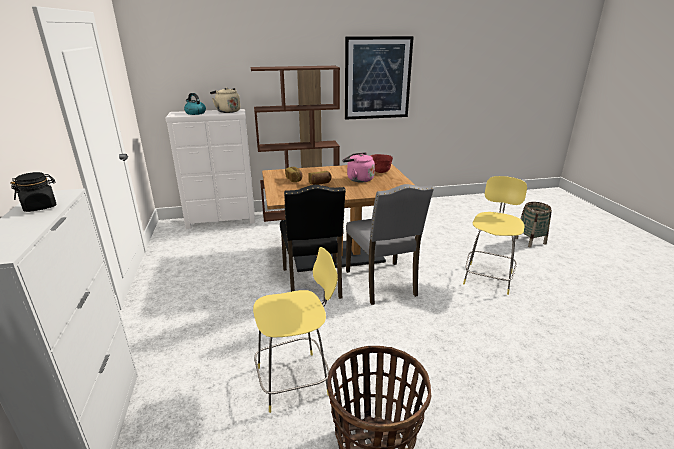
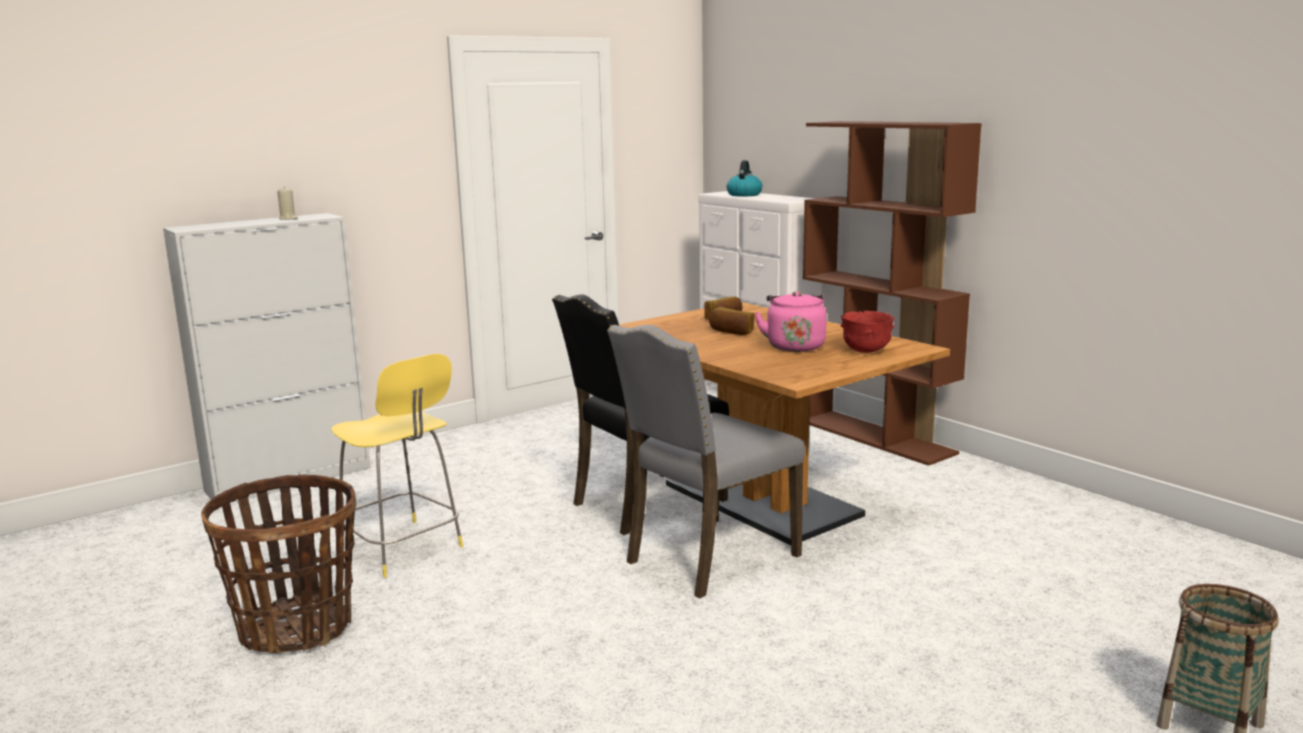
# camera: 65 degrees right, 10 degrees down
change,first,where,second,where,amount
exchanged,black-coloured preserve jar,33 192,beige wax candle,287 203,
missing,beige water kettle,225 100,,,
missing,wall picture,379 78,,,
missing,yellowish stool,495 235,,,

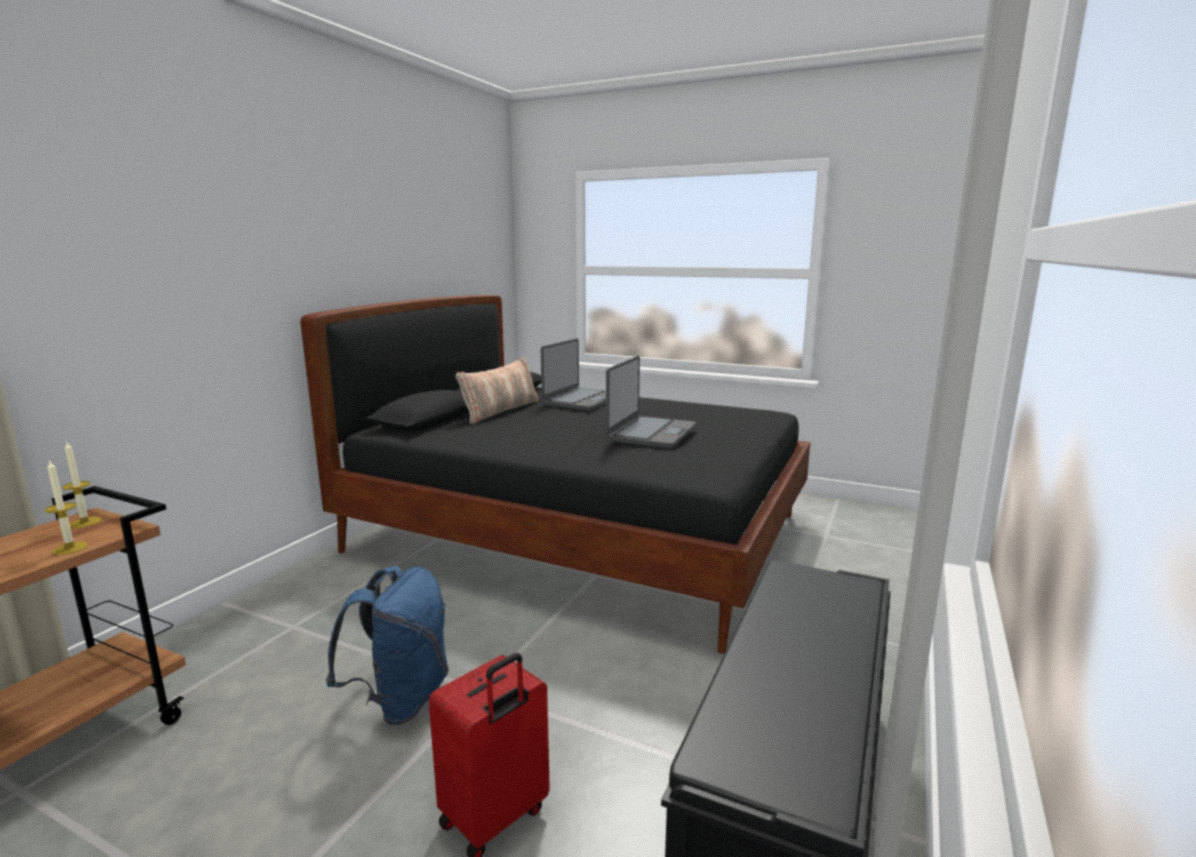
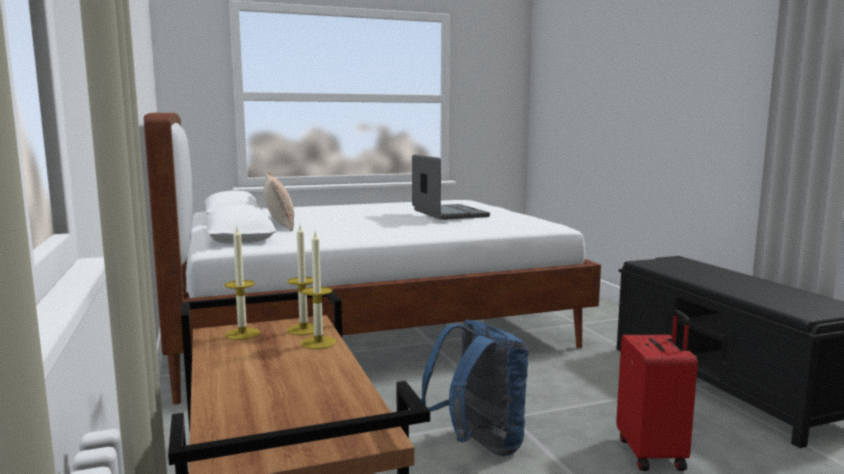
# camera: 45 degrees left, 5 degrees down
change,first,where,second,where,amount
colour,black-coloured bed,555 474,whitish bed,372 258,
appeared,,,wax candle,300 280,
missing,notebook computer,573 374,,,

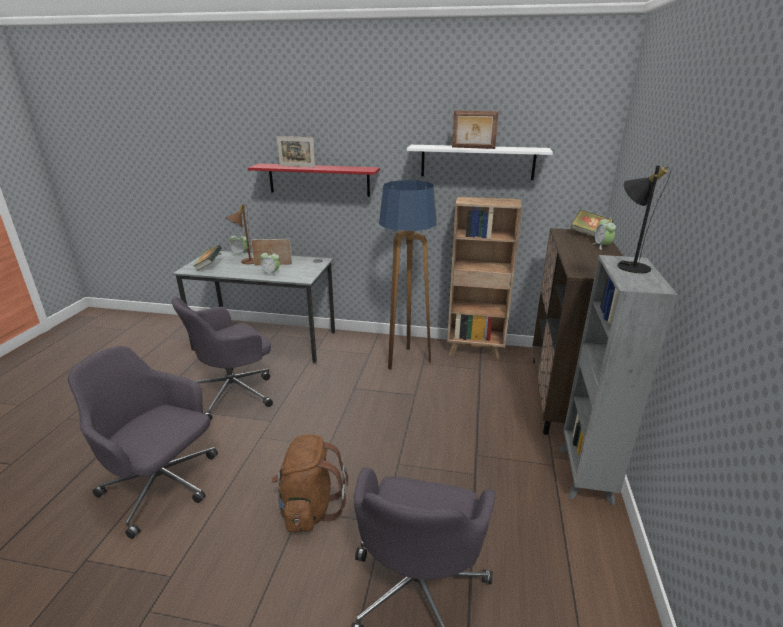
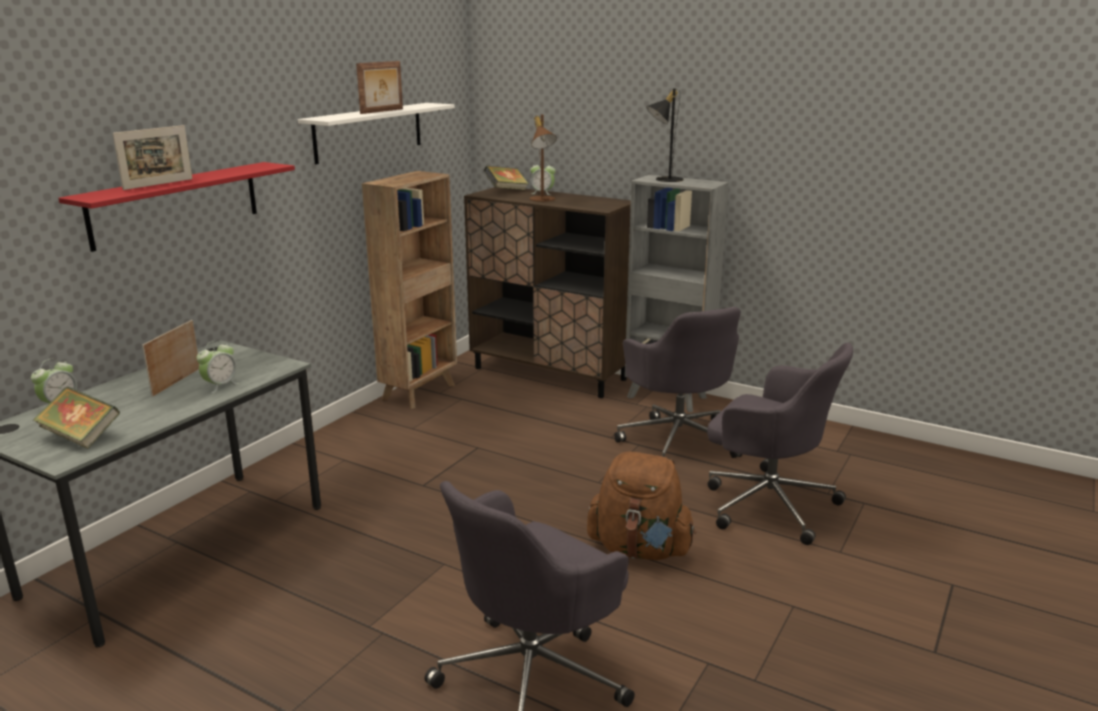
# camera: 70 degrees left, 5 degrees down
change,first,where,second,where,amount
relocated,brown-coloured lamp for a table,240 234,,543 158,
relocated,greyish computer chair,222 358,,678 383,
missing,standard lamp,408 275,,,

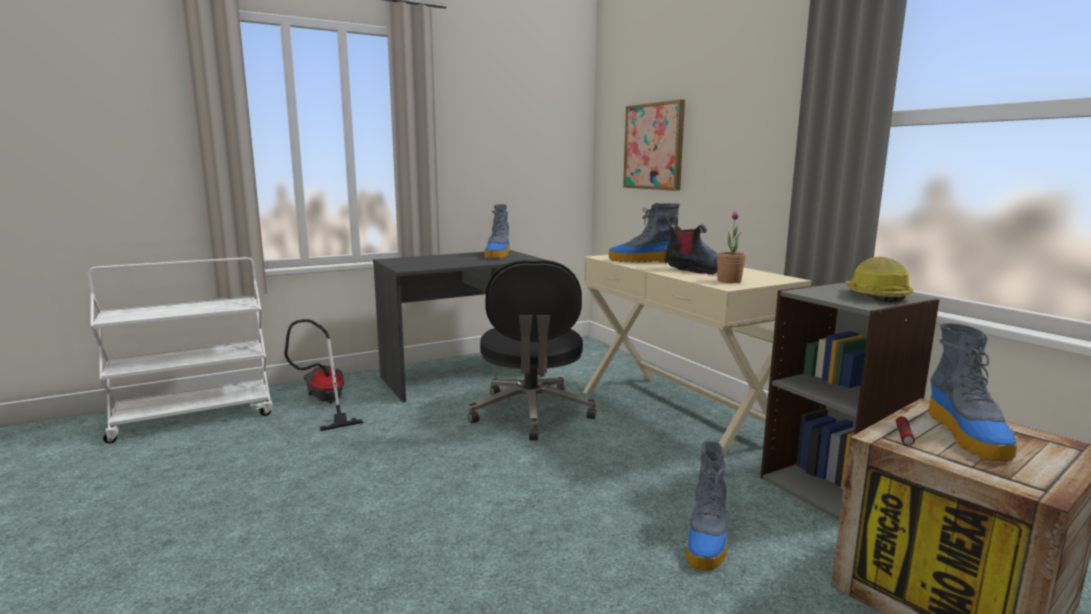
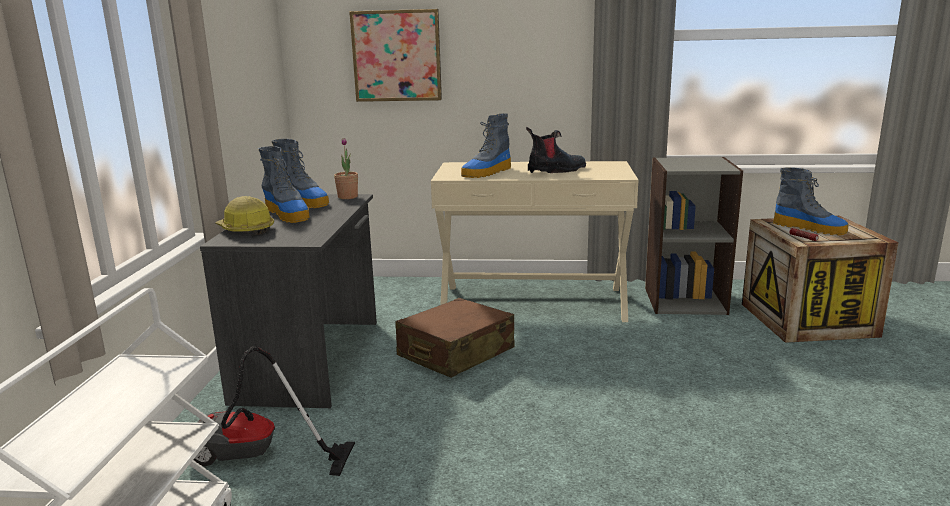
# camera: 55 degrees left, 5 degrees up
change,first,where,second,where,amount
relocated,hard hat,878 280,,244 215,
relocated,tall boot,706 506,,284 184,
relocated,potted plant,731 247,,346 168,
exchanged,black-coloured computer chair,532 350,brown-coloured piece of luggage,455 338,

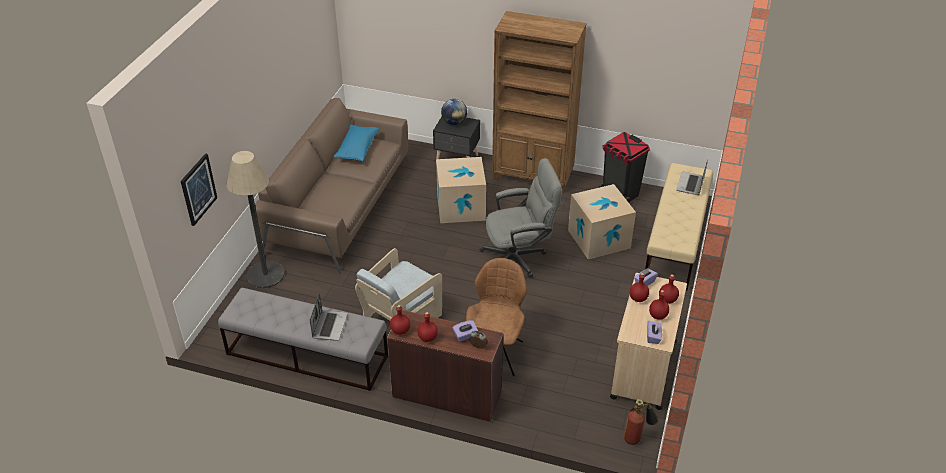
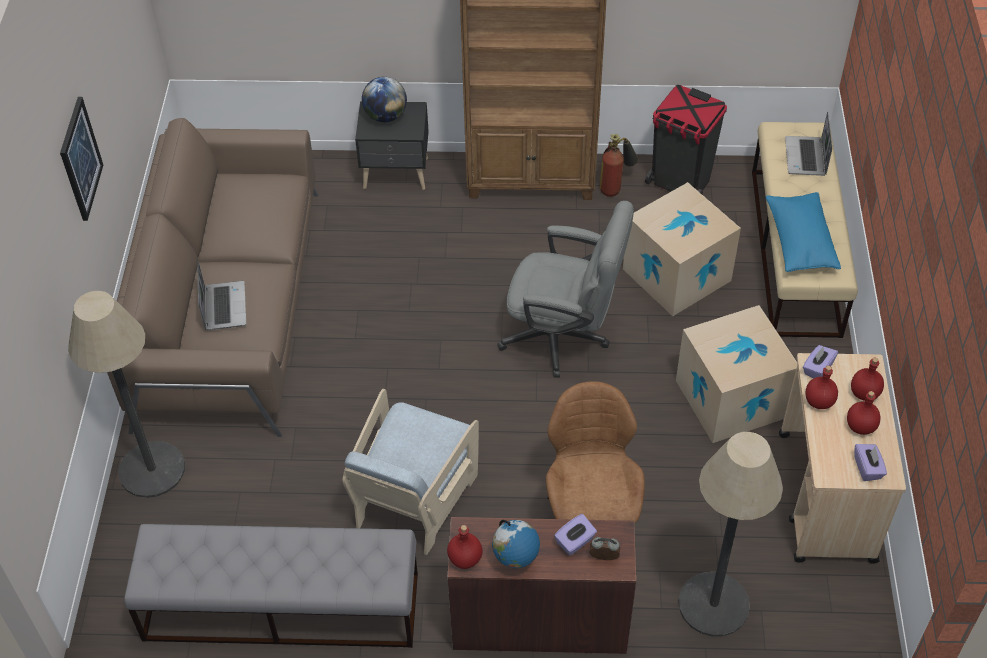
# camera: 15 degrees left, 10 degrees up
change,first,where,second,where,amount
relocated,wall picture,199 189,,81 159,
relocated,notebook computer,329 317,,221 295,
exchanged,red-coloured beverage bottle,427 327,globe,516 544,
spun,greyish computer chair,521 218,,565 289,45 degrees clockwise
relocated,extinguisher,641 422,,619 165,
relocated,carton,461 190,,736 374,
appeared,,,standard lamp,730 534,
relocated,bluish cushion,356 143,,803 232,

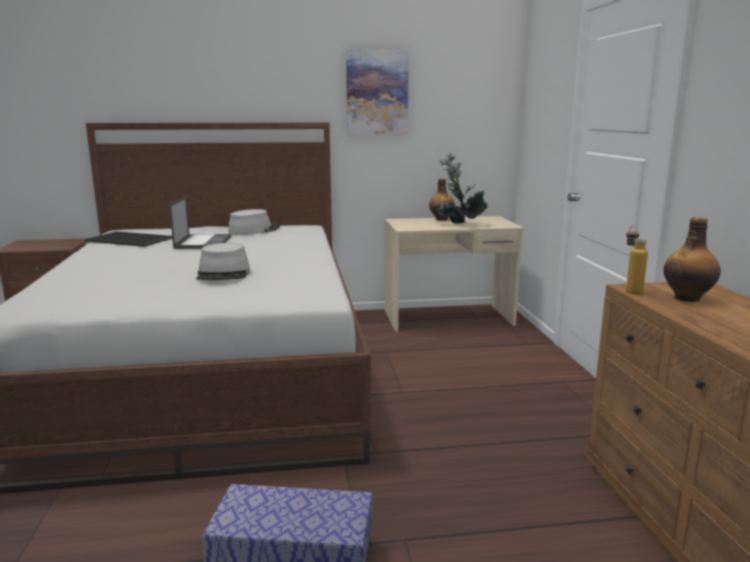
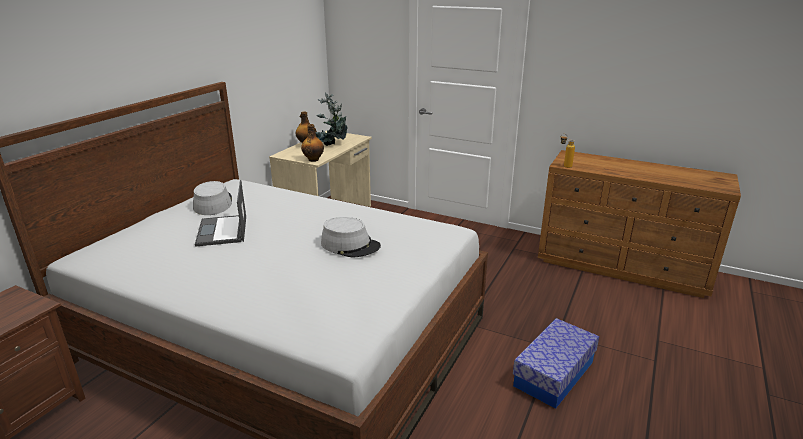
# camera: 55 degrees left, 10 degrees up
change,first,where,second,where,amount
spun,notebook computer,200 223,,220 213,135 degrees counterclockwise
relocated,beverage bottle,692 259,,312 143,
missing,carrying tray,128 239,,,
missing,wall picture,377 93,,,

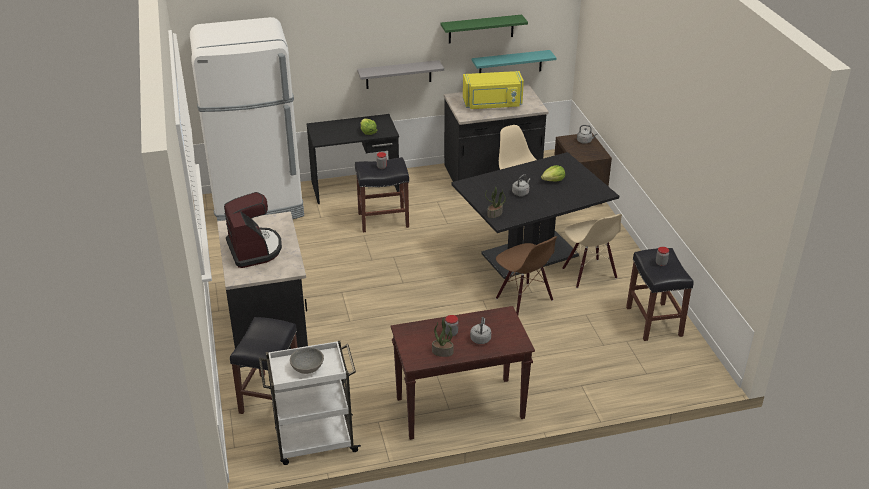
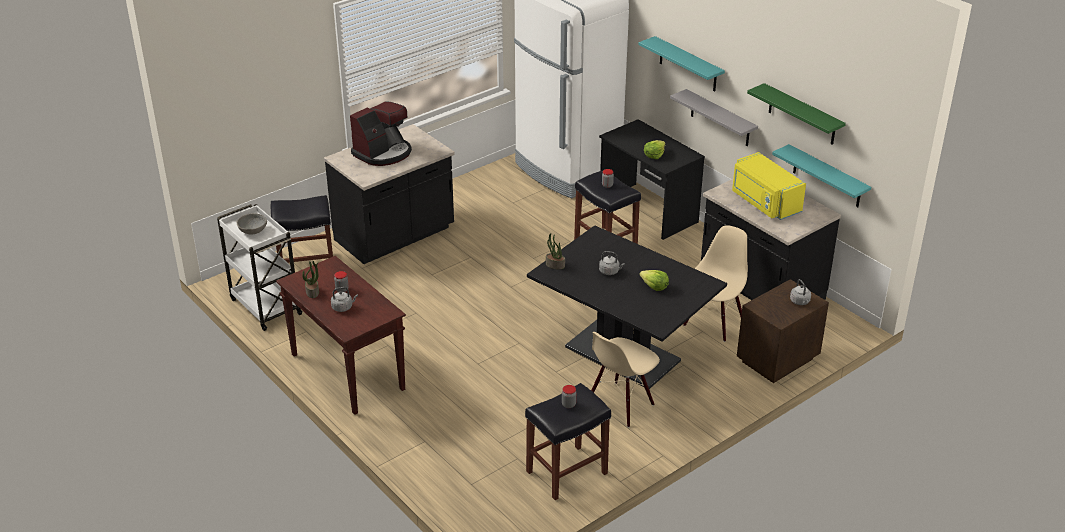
# camera: 65 degrees right, 0 degrees up
change,first,where,second,where,amount
appeared,,,turquoise wall shelf,681 63,
missing,brown-coloured chair,526 275,,,

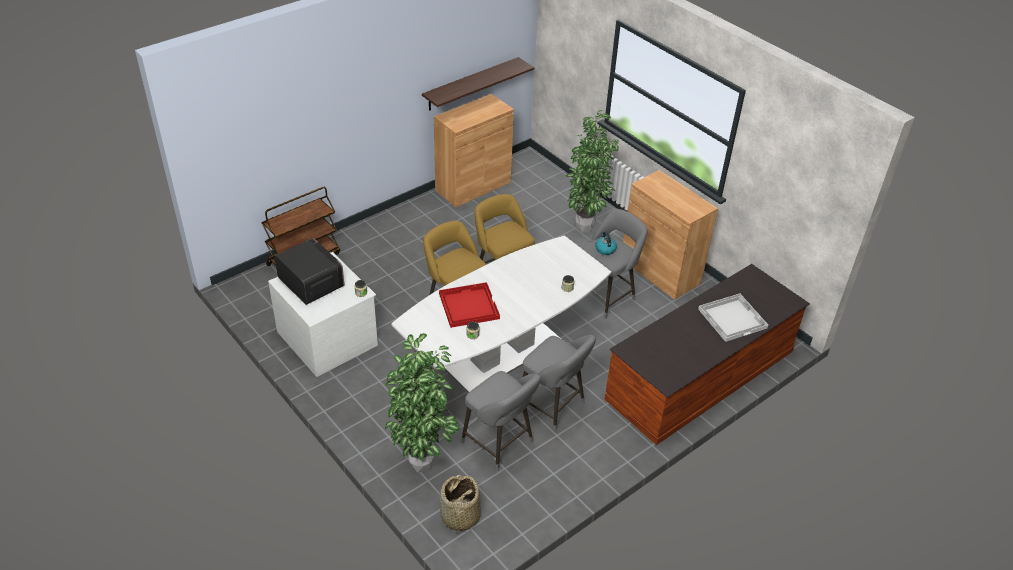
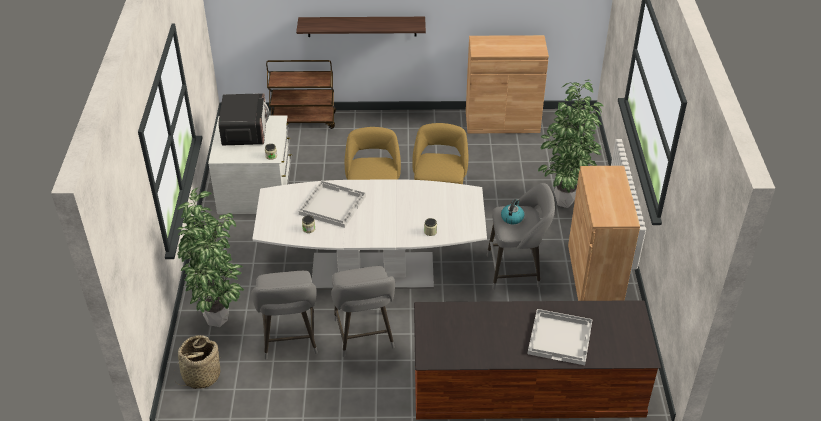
# camera: 40 degrees right, 0 degrees up
change,first,where,second,where,amount
relocated,wall shelf,478 84,,361 27,
colour,red-coloured carrying tray,469 305,whitish carrying tray,332 204,

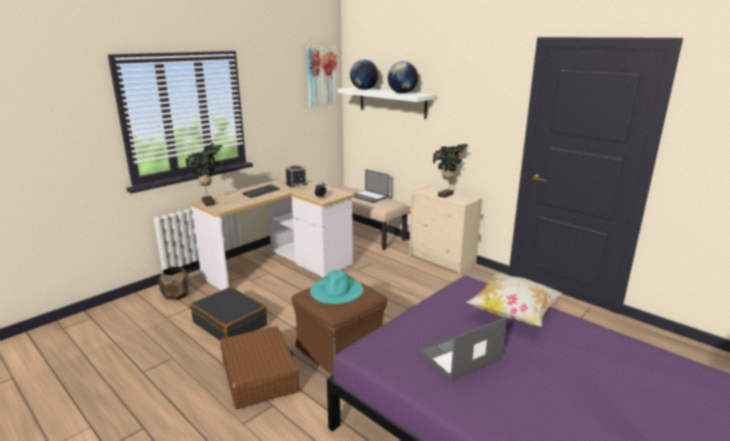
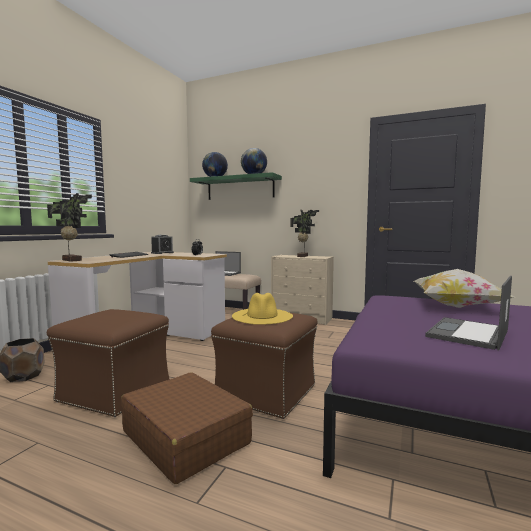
# camera: 20 degrees left, 15 degrees down
change,first,where,second,where,amount
exchanged,black-coloured piece of luggage,228 314,brown-coloured pouffe,108 363,
colour,whitish wall shelf,386 103,greenish wall shelf,236 186,
colour,turquoise clothing hat,336 287,yellowish clothing hat,262 309,
missing,wall picture,322 76,,,

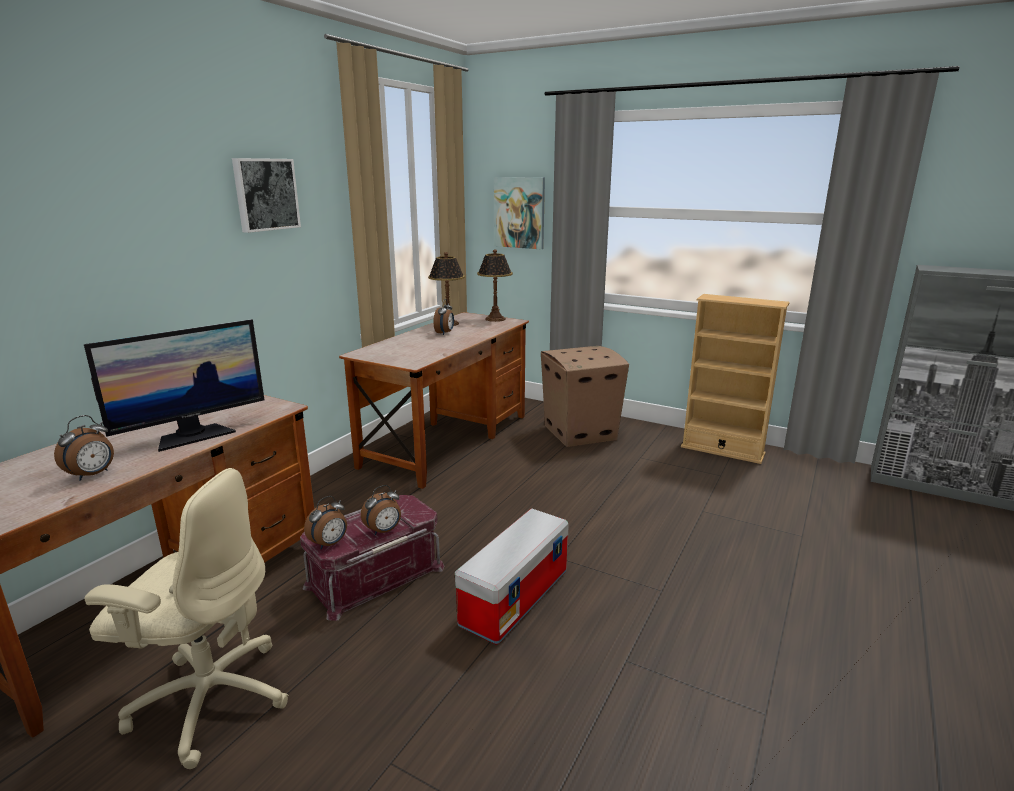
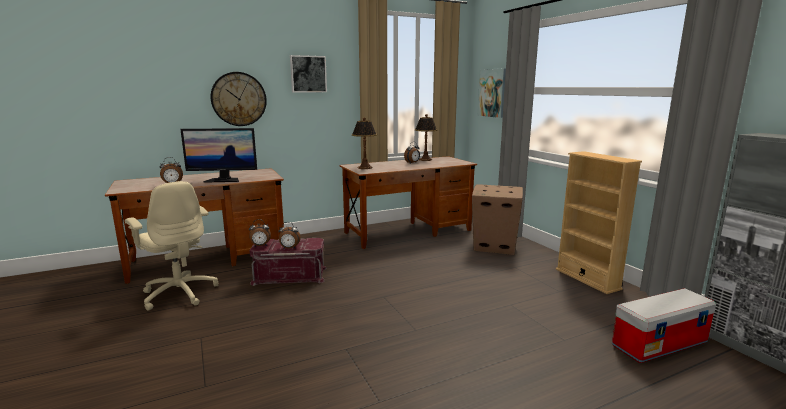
# camera: 35 degrees right, 5 degrees down
change,first,where,second,where,amount
appeared,,,wall clock,239 99,
relocated,lamp for a table,495 285,,364 143,
relocated,storage bin,512 576,,664 325,

